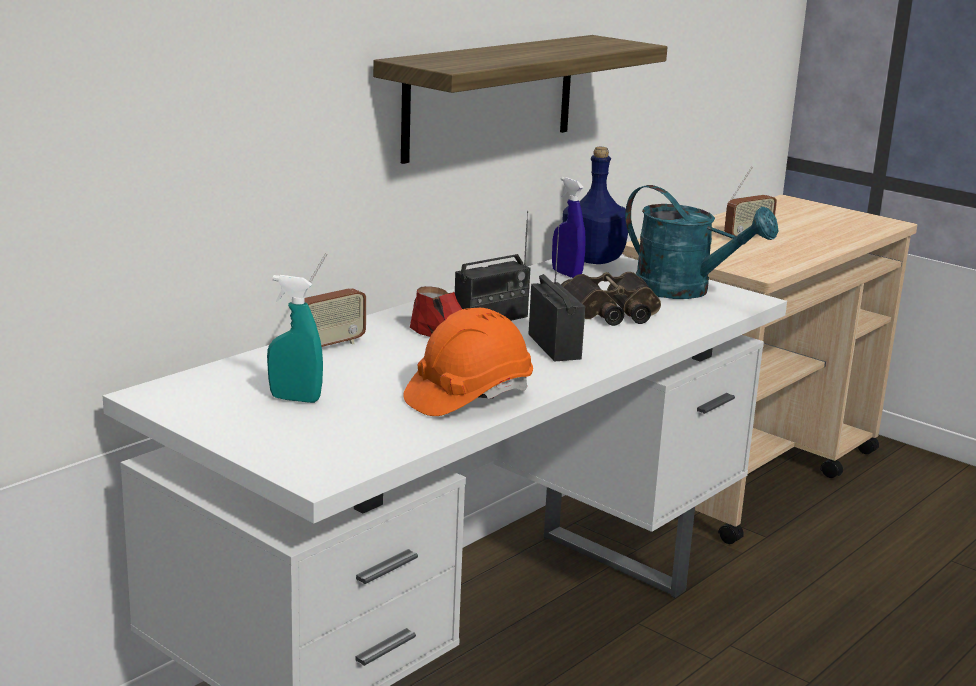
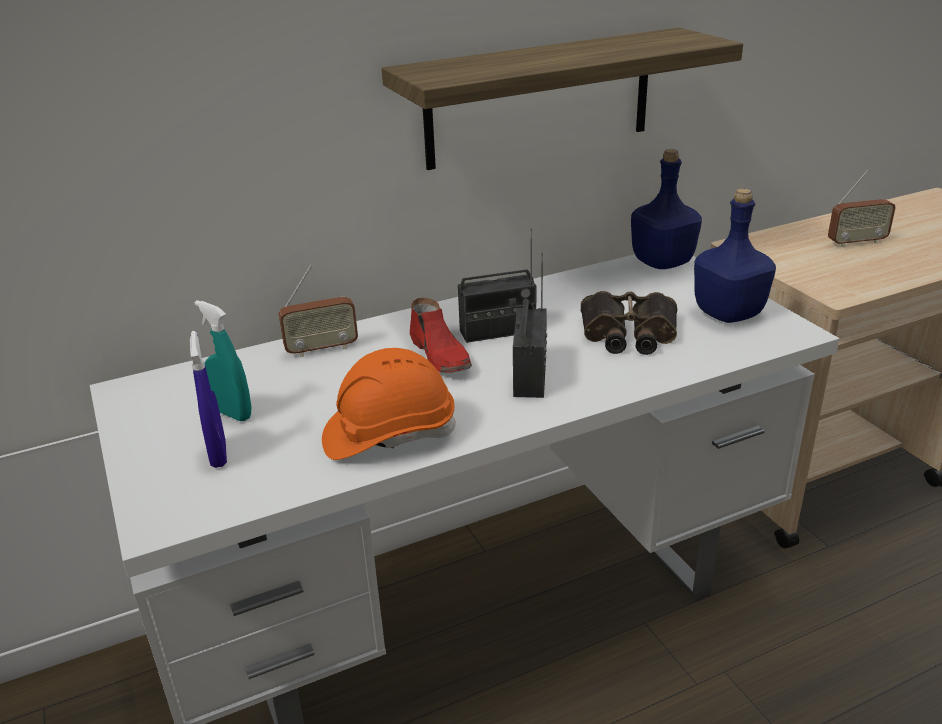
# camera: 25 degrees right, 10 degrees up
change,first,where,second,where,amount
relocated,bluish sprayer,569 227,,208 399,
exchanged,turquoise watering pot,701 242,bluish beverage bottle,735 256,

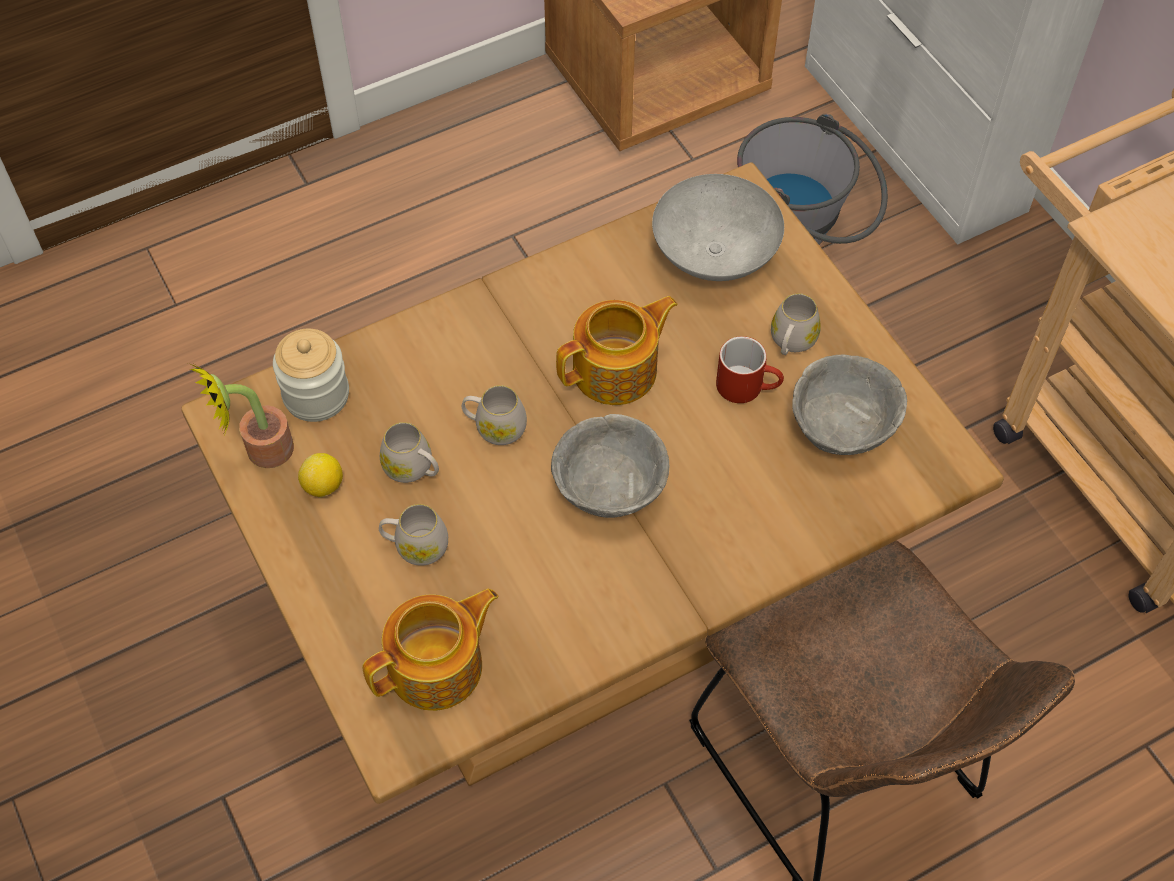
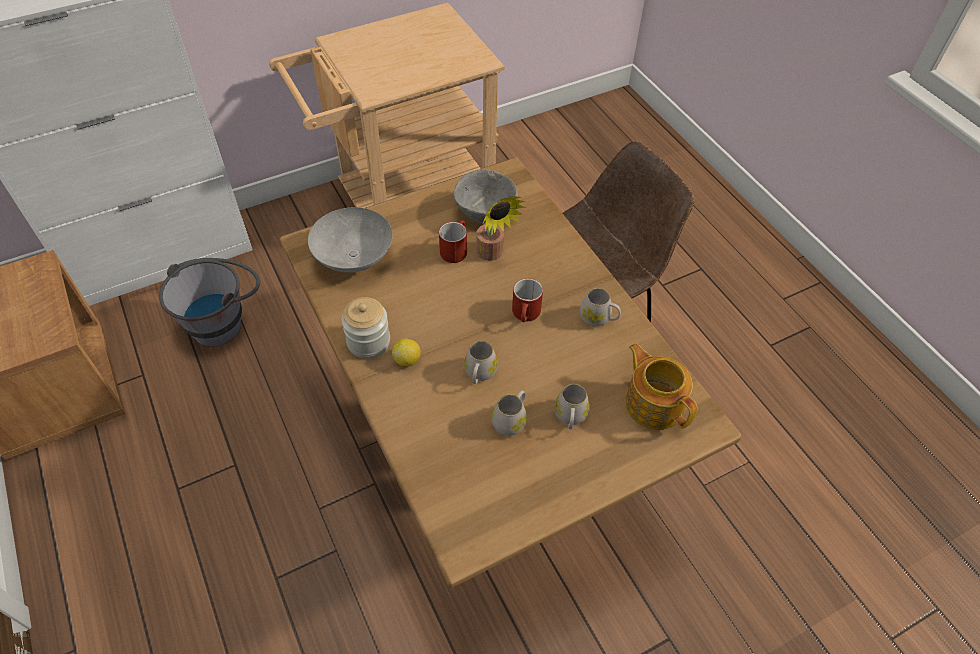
# camera: 90 degrees left, 5 degrees down
change,first,where,second,where,amount
relocated,preserve jar,311 375,,365 328,
relocated,lemon,320 475,,406 353,
relocated,potted plant,240 414,,501 228,
exchanged,greyish deep dish,610 466,red-coloured tea mug,527 300,
relocated,whitish tea mug,796 324,,600 307,
missing,tea pot,617 350,,,

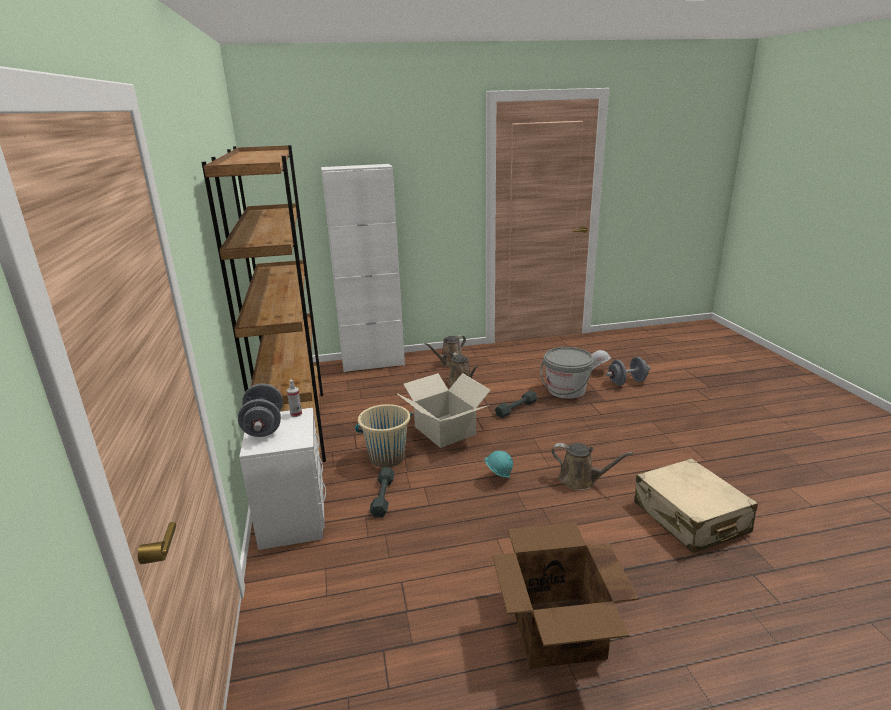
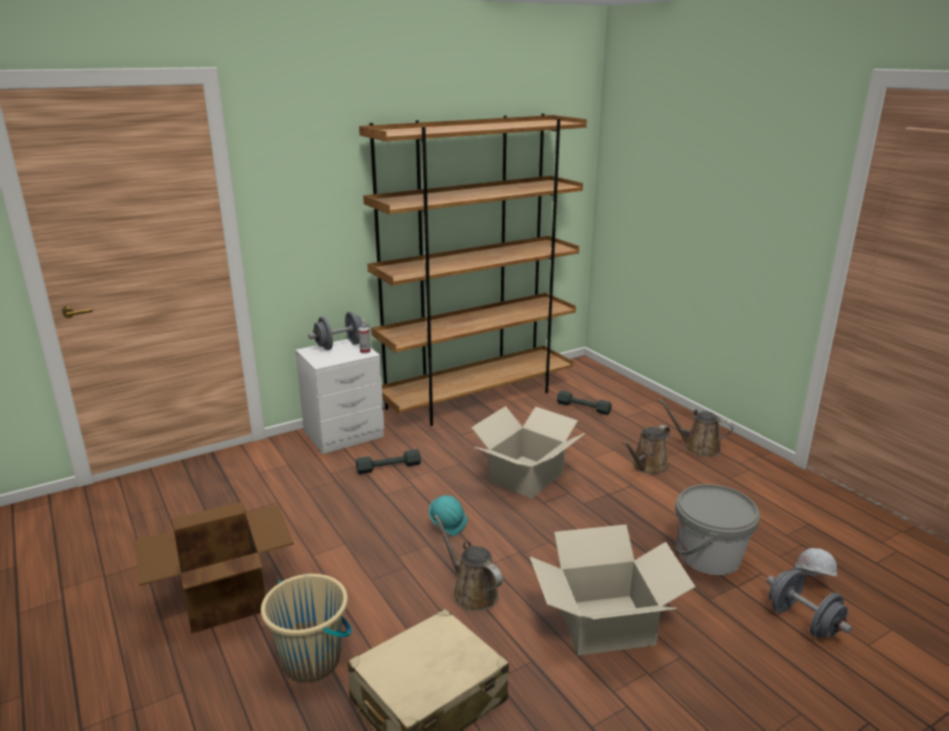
# camera: 70 degrees right, 0 degrees up
change,first,where,second,where,amount
relocated,beige pail,383 435,,306 628,
spun,brown-coloured watering pot,592 467,,468 563,135 degrees clockwise
appeared,,,carton,613 590,
relocated,greyish dumbbell,516 404,,584 402,
missing,whitish cupboard,363 268,,,

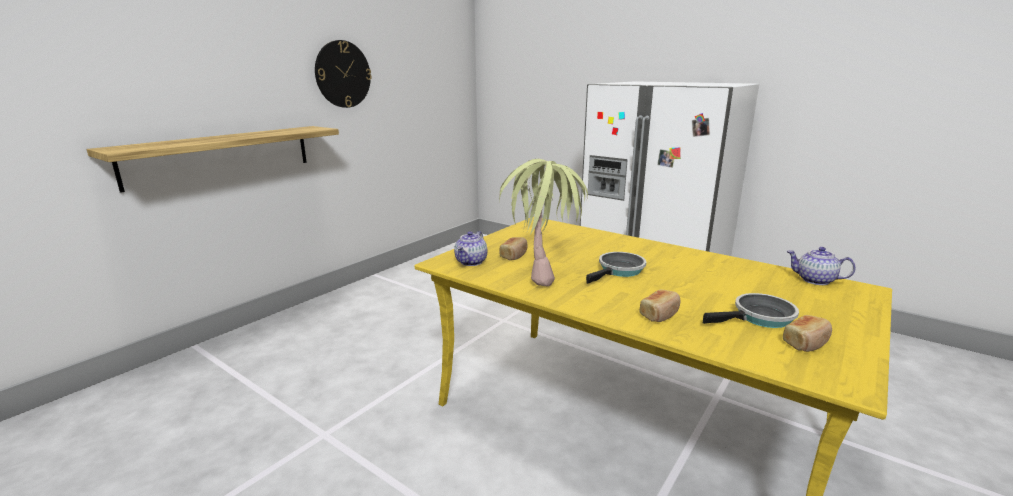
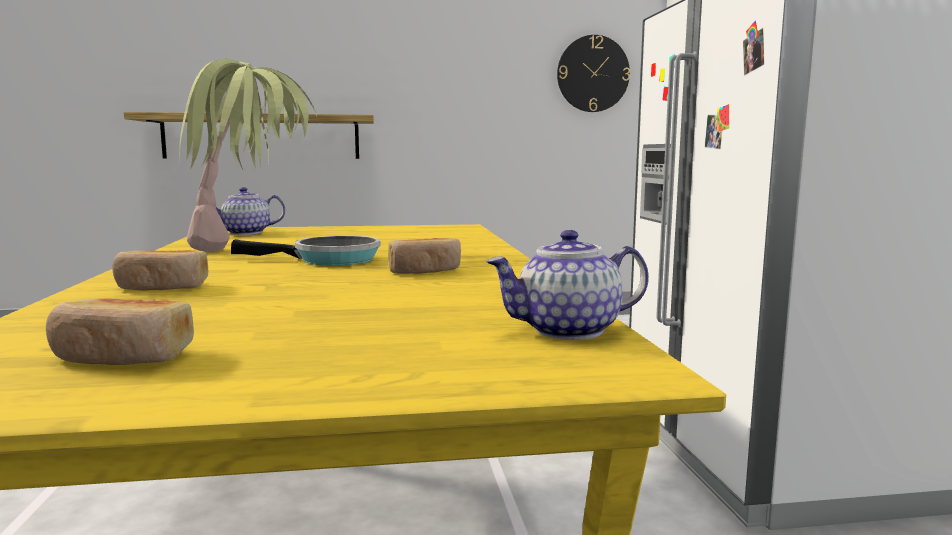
# camera: 45 degrees right, 10 degrees down
change,first,where,second,where,amount
relocated,bakery bread,514 248,,424 256,
spun,tea pot,821 266,,567 285,90 degrees counterclockwise
relocated,wall clock,343 74,,593 73,
missing,pan,751 310,,,

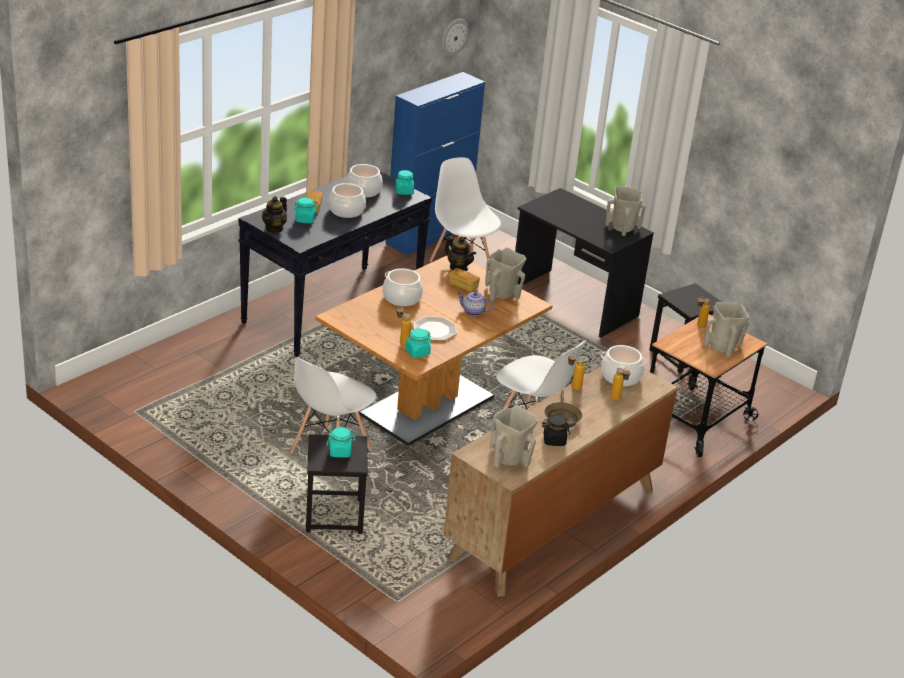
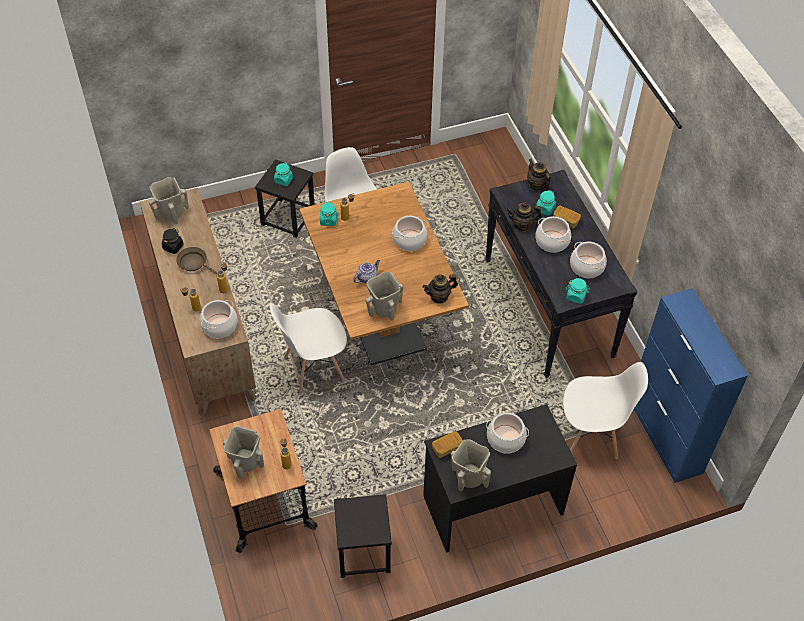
# camera: 120 degrees right, 20 degrees up
change,first,where,second,where,amount
relocated,bakery bread,464 280,,447 444,
appeared,,,saucepot,507 433,
appeared,,,tea pot,524 216,
missing,flat dish,435 328,,,
missing,wall clock,455 37,,,

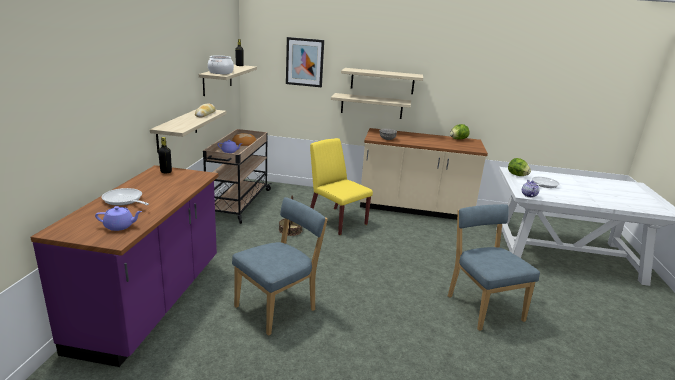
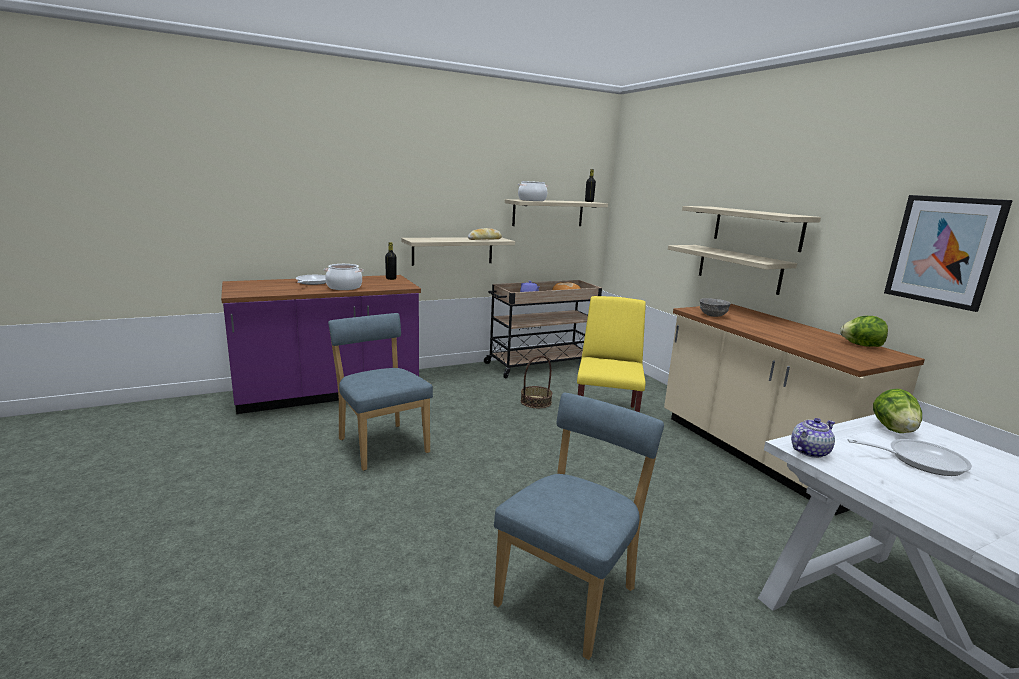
# camera: 55 degrees right, 5 degrees down
change,first,where,second,where,amount
appeared,,,saucepot,344 277,
spun,bluish chair,280 266,,380 392,135 degrees counterclockwise
relocated,wall picture,305 62,,948 253,
missing,purplish tea pot,118 218,,,

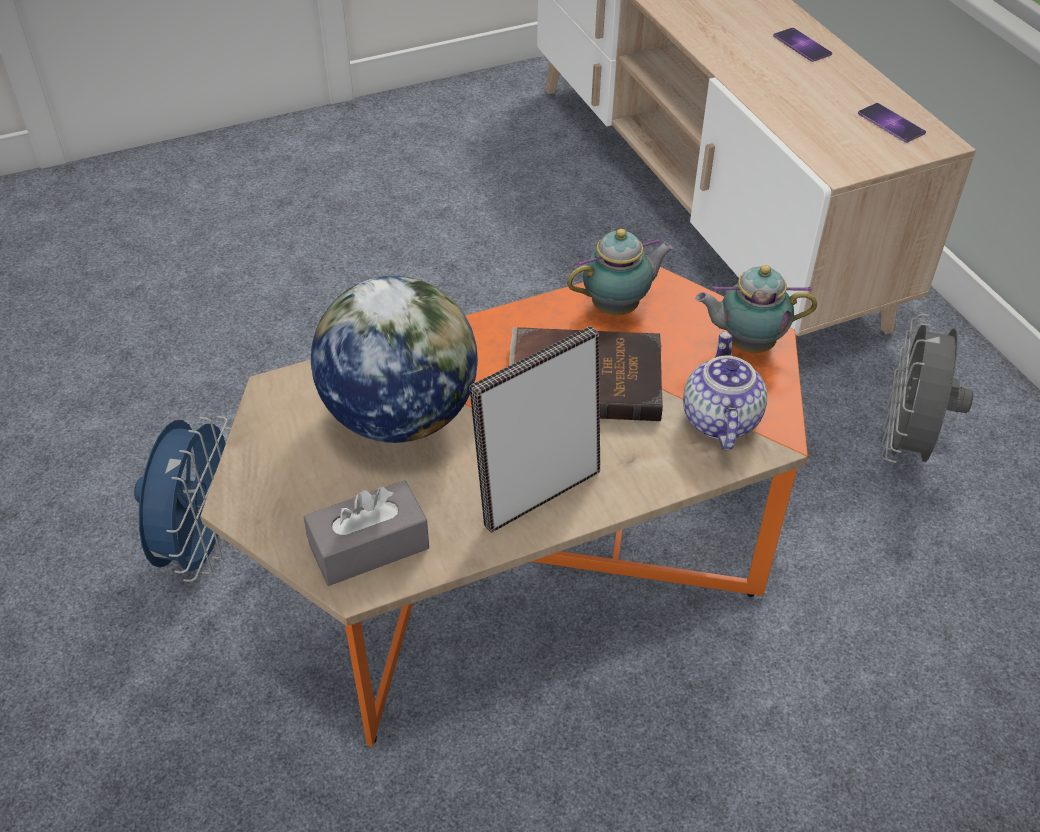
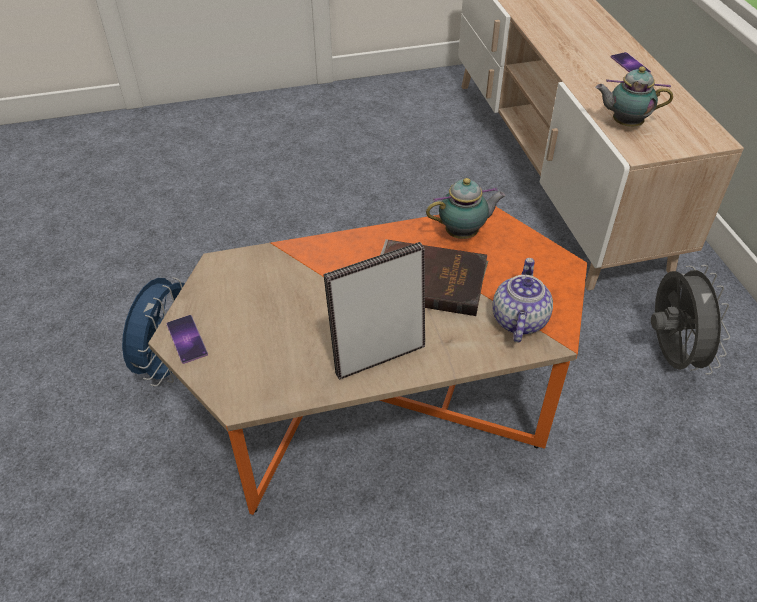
# camera: 10 degrees right, 0 degrees up
change,first,where,second,where,amount
relocated,telephone,892 123,,187 339,
relocated,tea pot,756 309,,634 96,
spun,greyish electric fan,927 388,,690 320,150 degrees clockwise
missing,greyish tissue holder,366 533,,,
missing,globe,394 359,,,

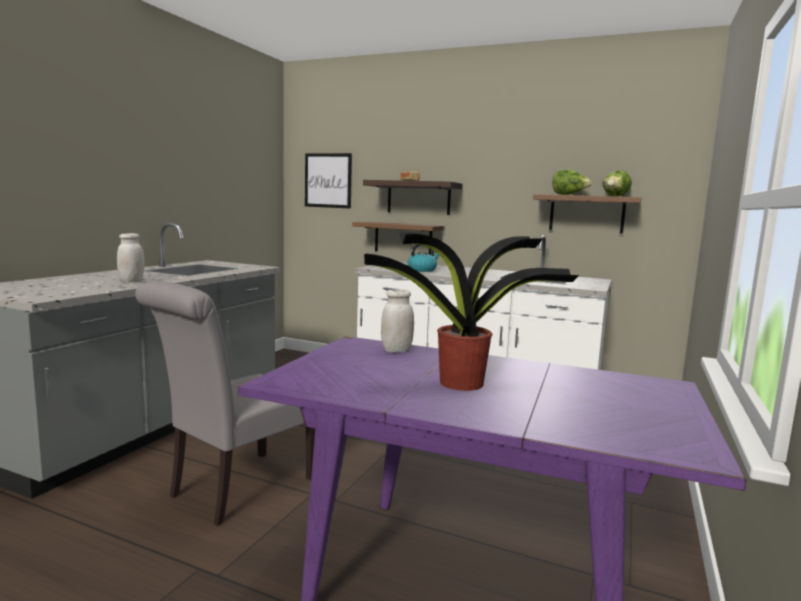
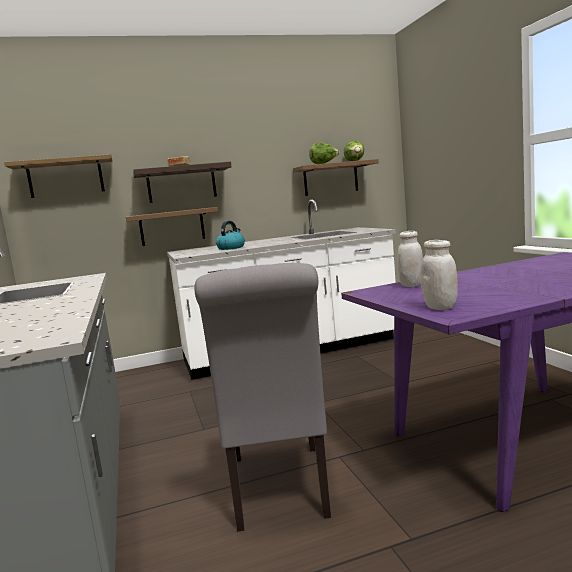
# camera: 40 degrees left, 0 degrees up
change,first,where,second,where,amount
exchanged,wall picture,328 181,wall shelf,58 176,
relocated,whitish preserve jar,131 257,,439 275,
missing,potted plant,471 311,,,

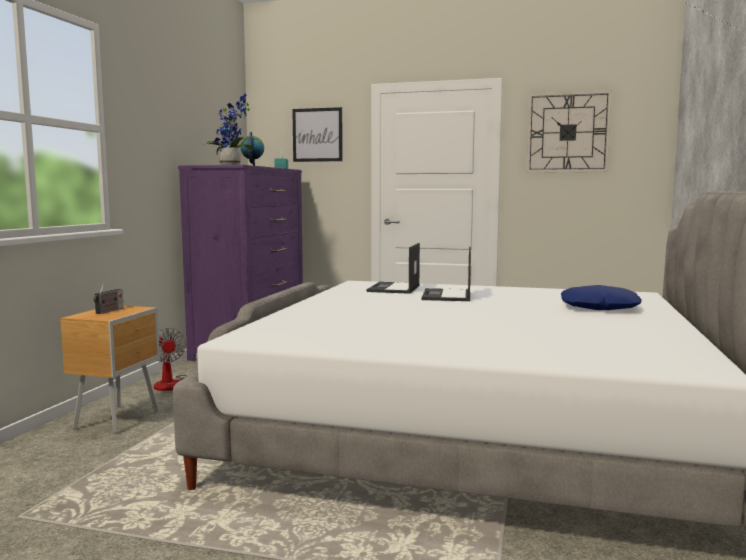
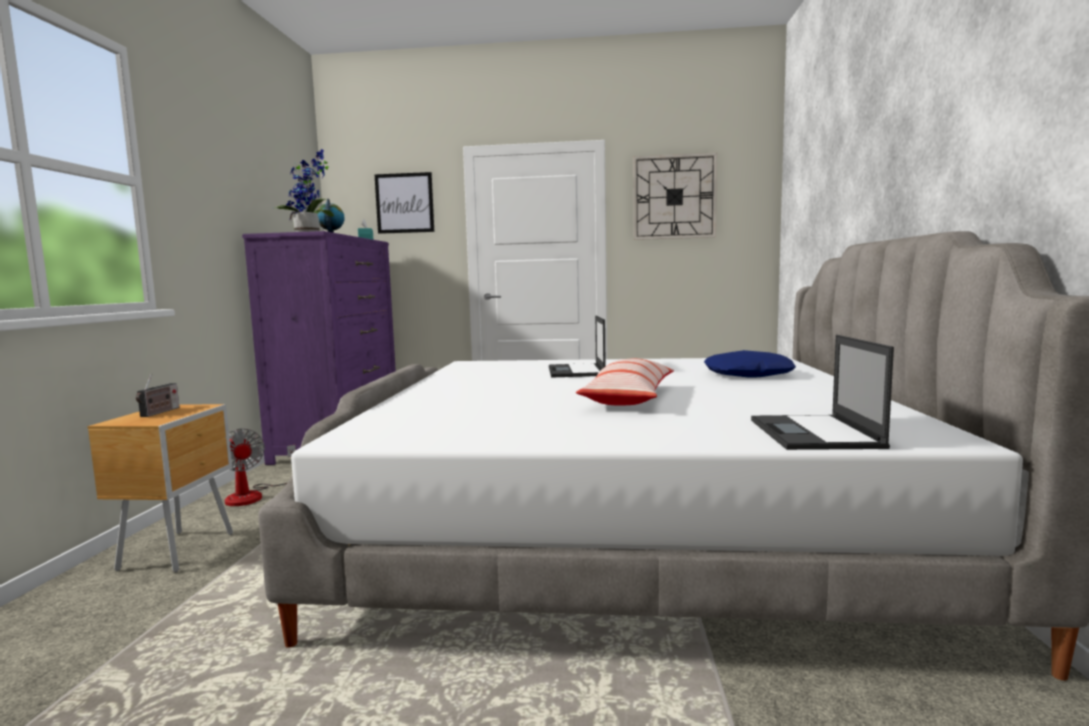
# camera: 10 degrees left, 0 degrees up
change,first,where,second,where,amount
appeared,,,cushion,625 382,
relocated,notebook computer,393 268,,822 392,

